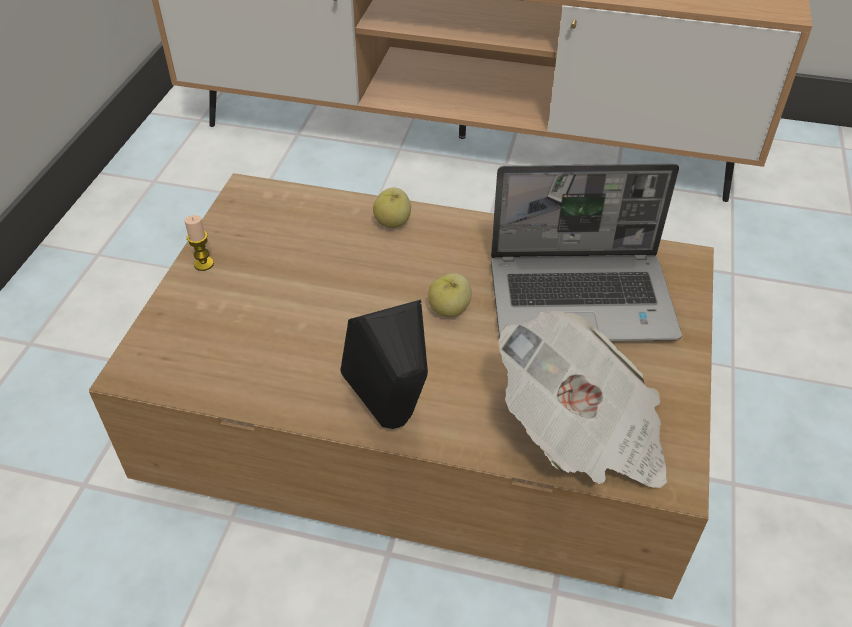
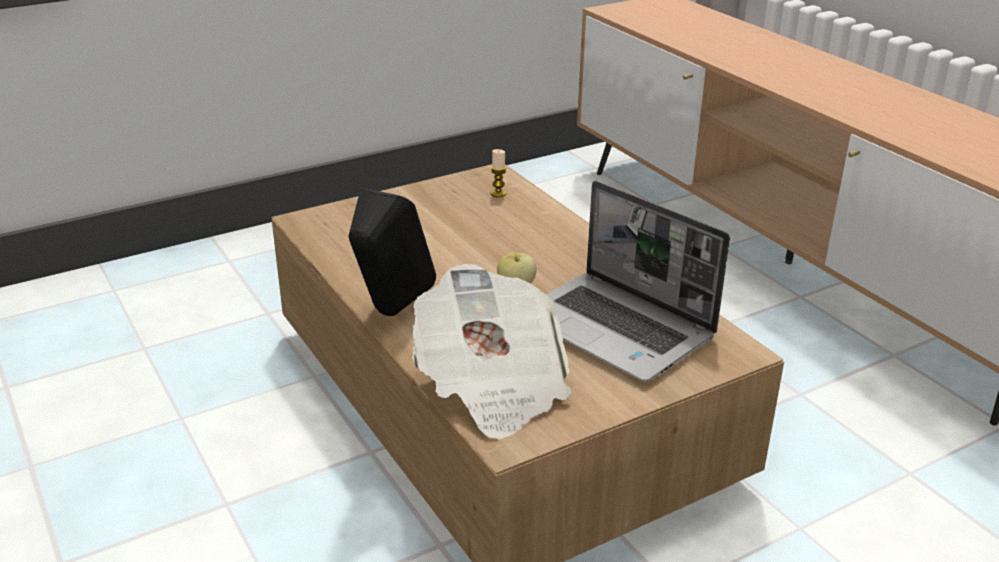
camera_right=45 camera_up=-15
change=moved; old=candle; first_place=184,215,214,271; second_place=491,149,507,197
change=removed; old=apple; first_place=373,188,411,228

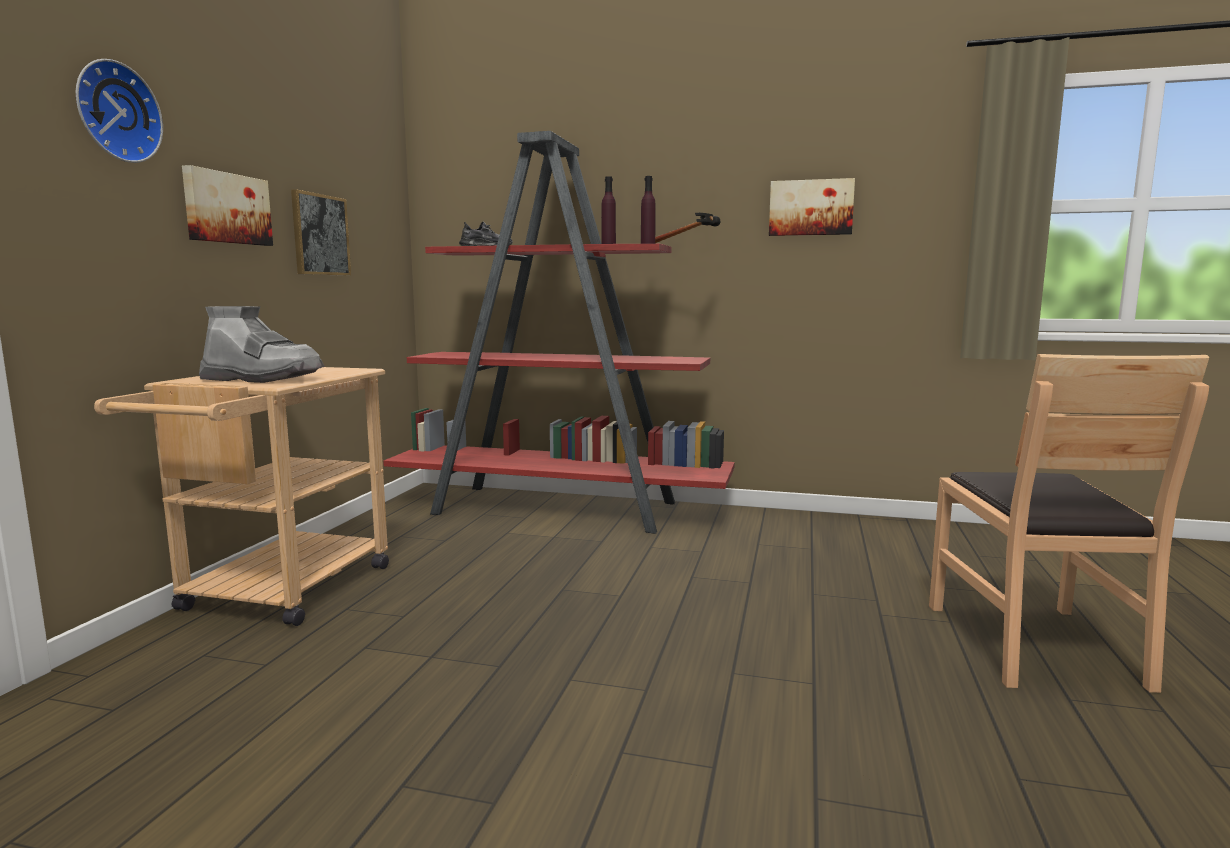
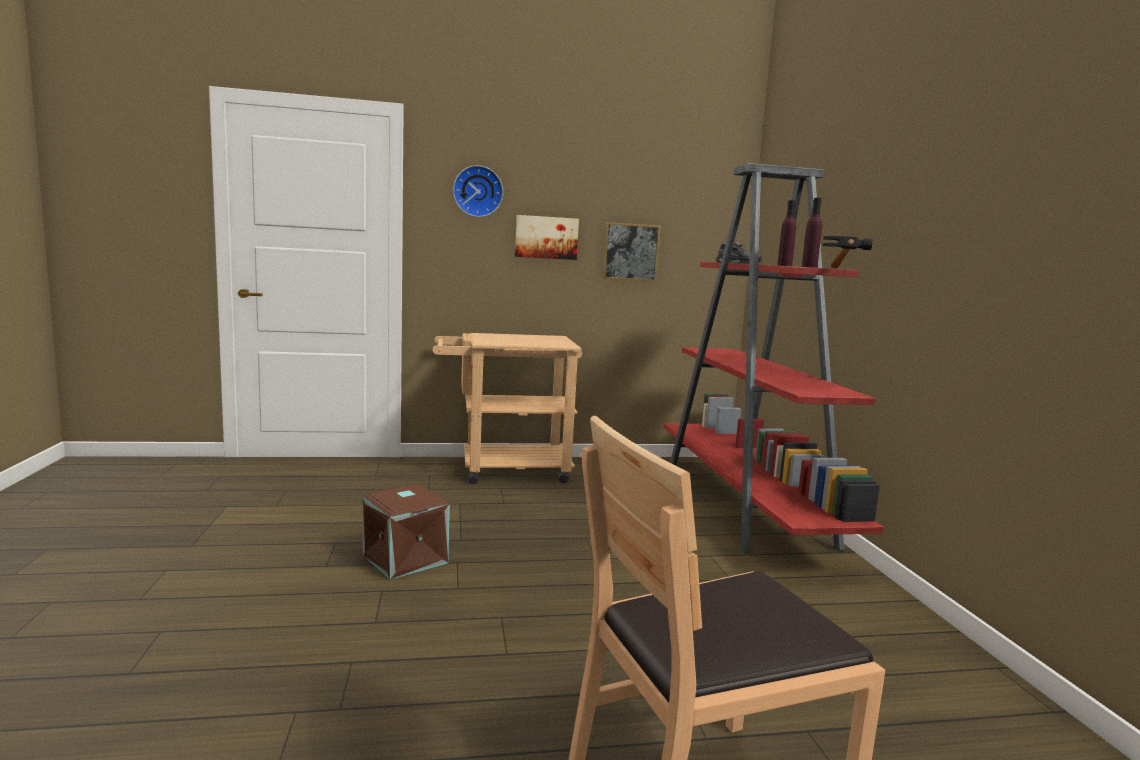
camera_right=65 camera_up=0
change=added; new=brown storage container; second_place=363,484,450,580
change=removed; old=gray boot; first_place=199,306,325,383
change=removed; old=wall art; first_place=769,178,855,236

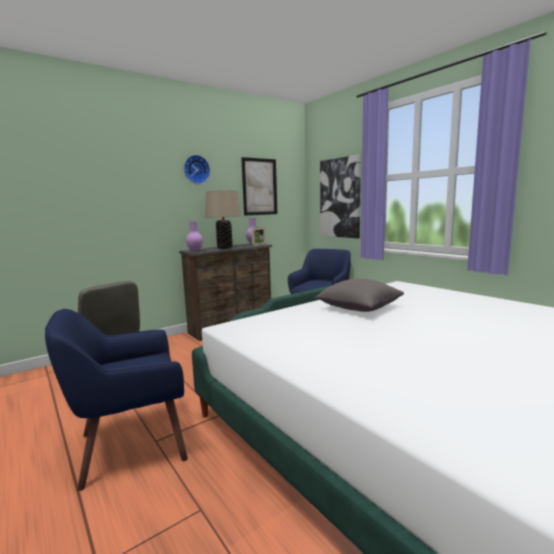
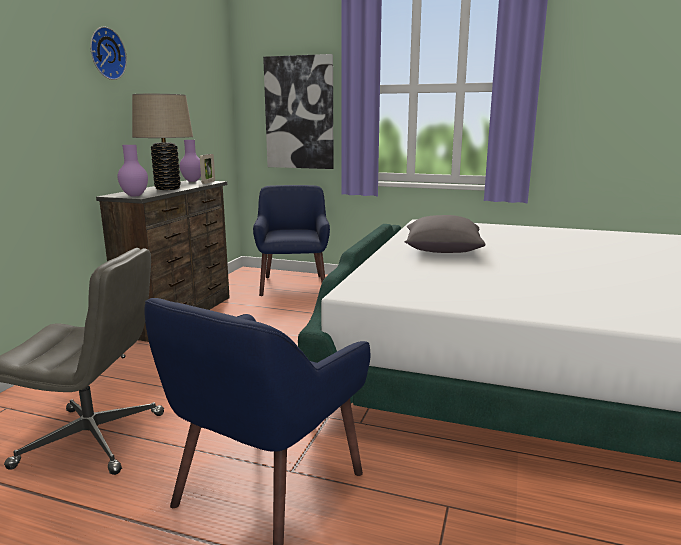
camera_right=-35 camera_up=5
change=removed; old=wall art; first_place=241,157,277,216

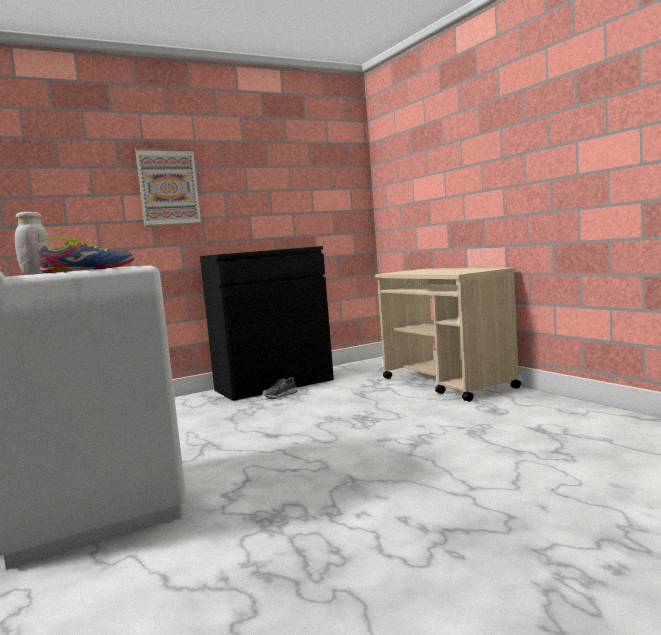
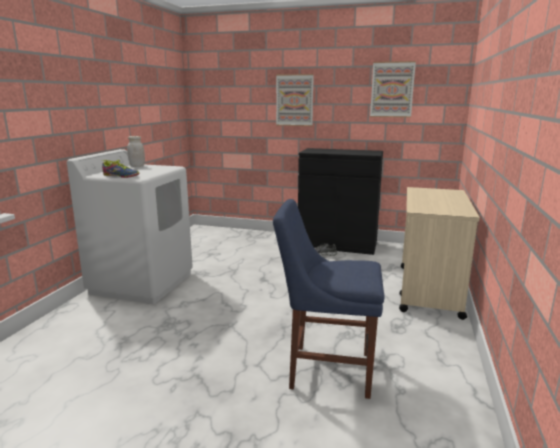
camera_right=45 camera_up=10
change=added; new=blue plain chair; second_place=273,199,384,399
change=added; new=wall art; second_place=370,61,416,118

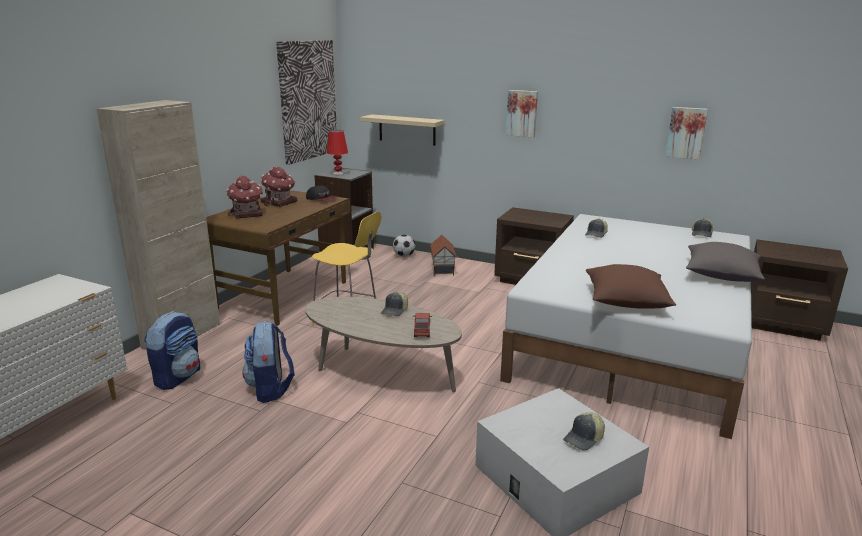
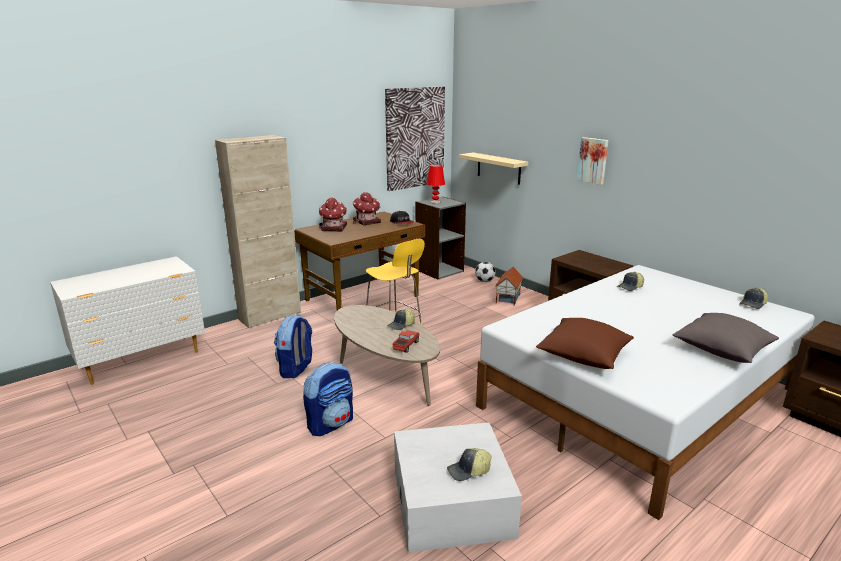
camera_right=25 camera_up=0
change=moved; old=backpack; first_place=144,311,200,390; second_place=303,362,353,436
change=removed; old=wall art; first_place=665,107,708,159

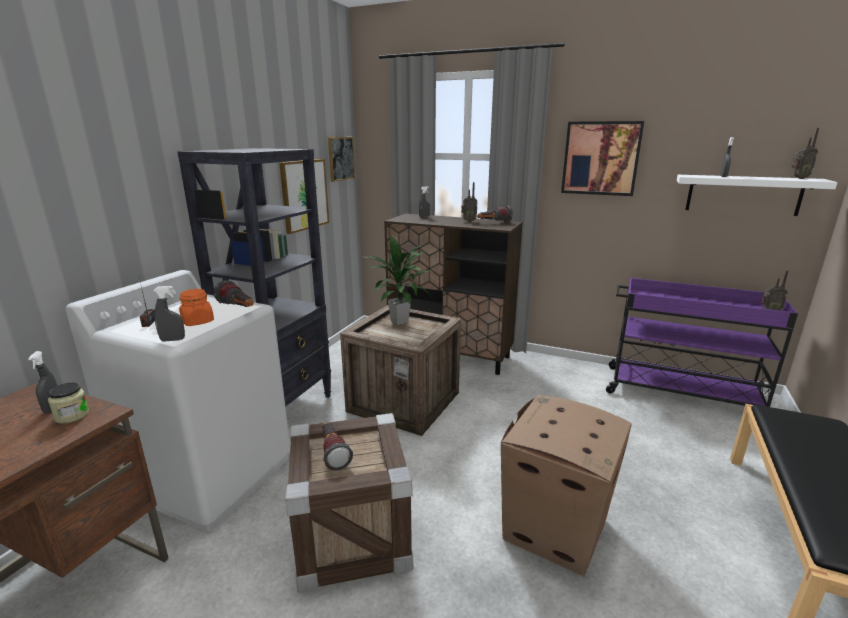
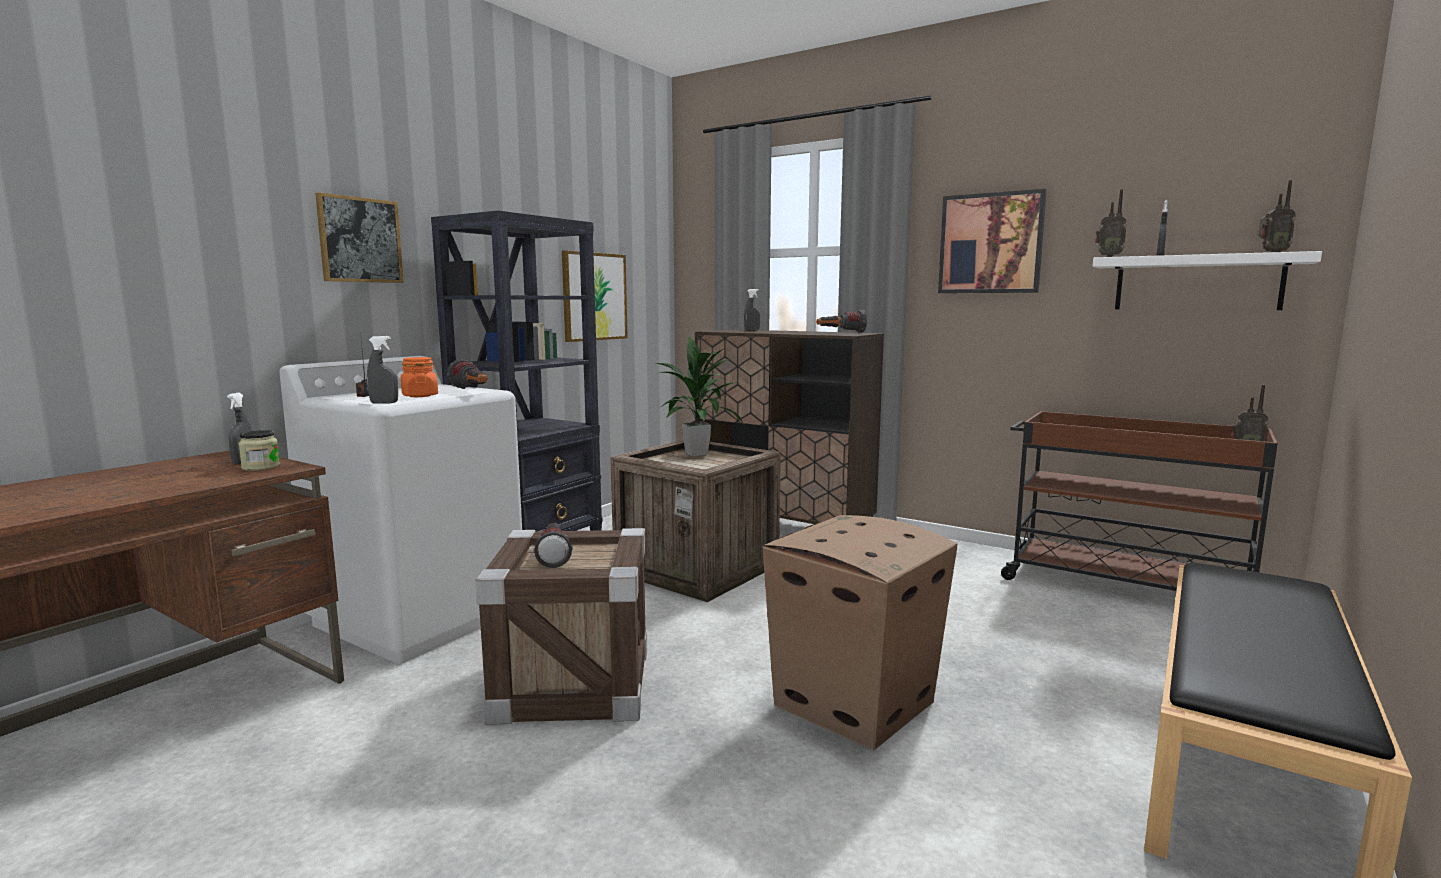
camera_right=10 camera_up=-10
change=moved; old=wall art; first_place=328,137,355,182; second_place=315,192,404,283
change=recoloured; old=purple cart; new=brown cart; first_place=606,278,798,407; second_place=1001,411,1277,591
change=moved; old=radio; first_place=461,182,478,222; second_place=1095,189,1127,257

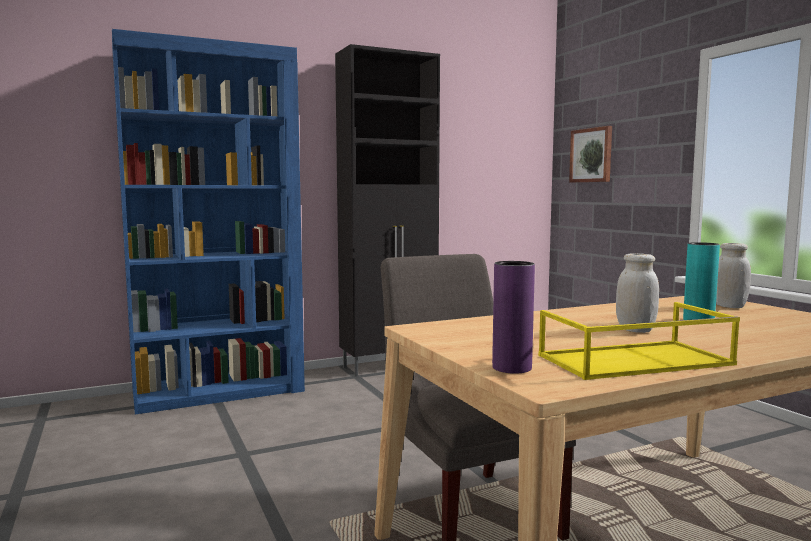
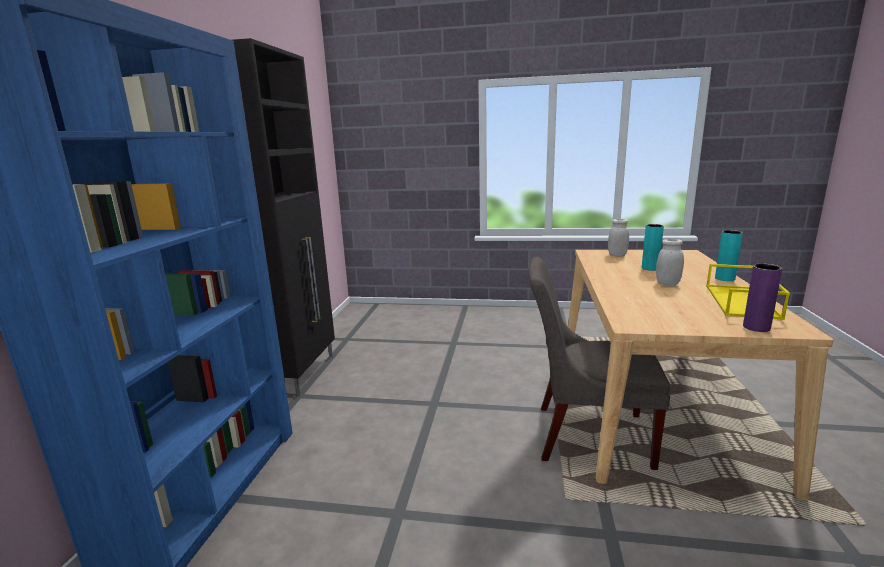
camera_right=-55 camera_up=10
change=added; new=turquoise-coloured decorative vase; second_place=715,230,743,281
change=removed; old=wall art; first_place=569,126,612,183

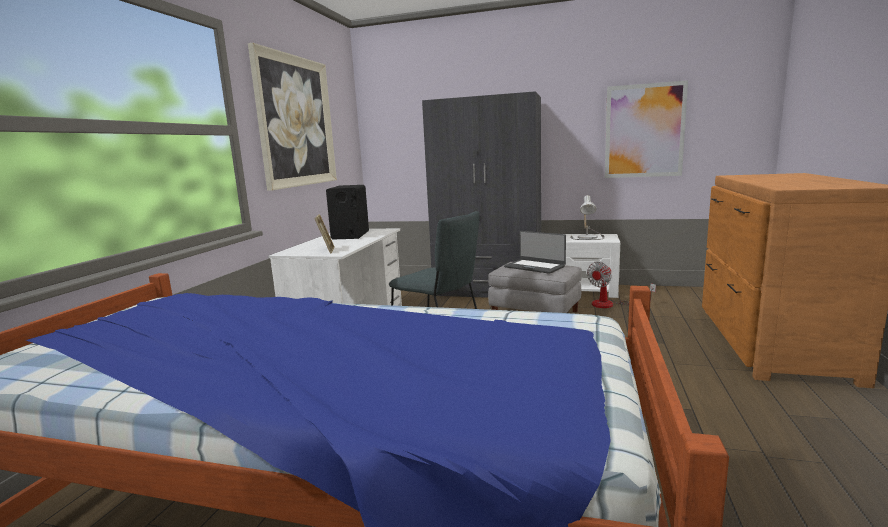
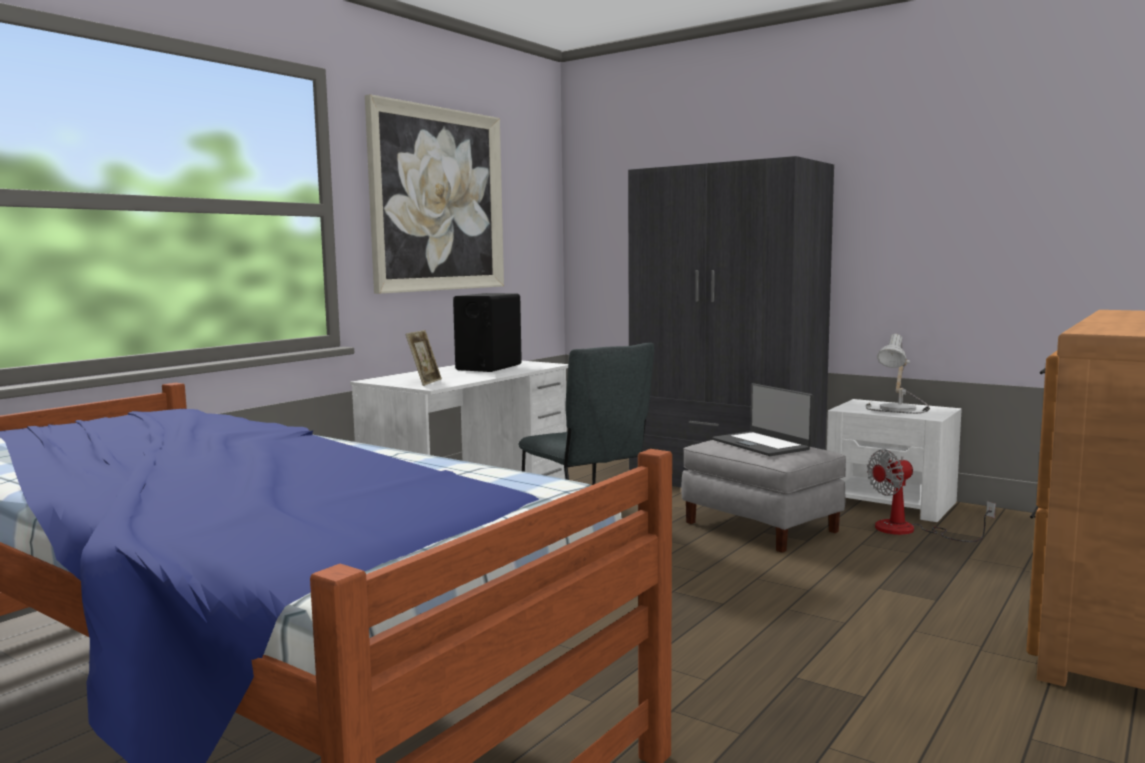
camera_right=20 camera_up=-5
change=removed; old=wall art; first_place=605,80,688,178

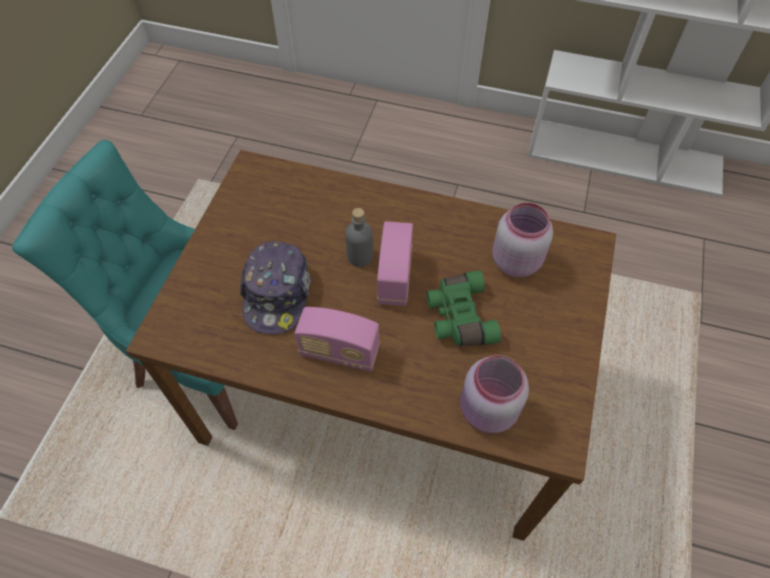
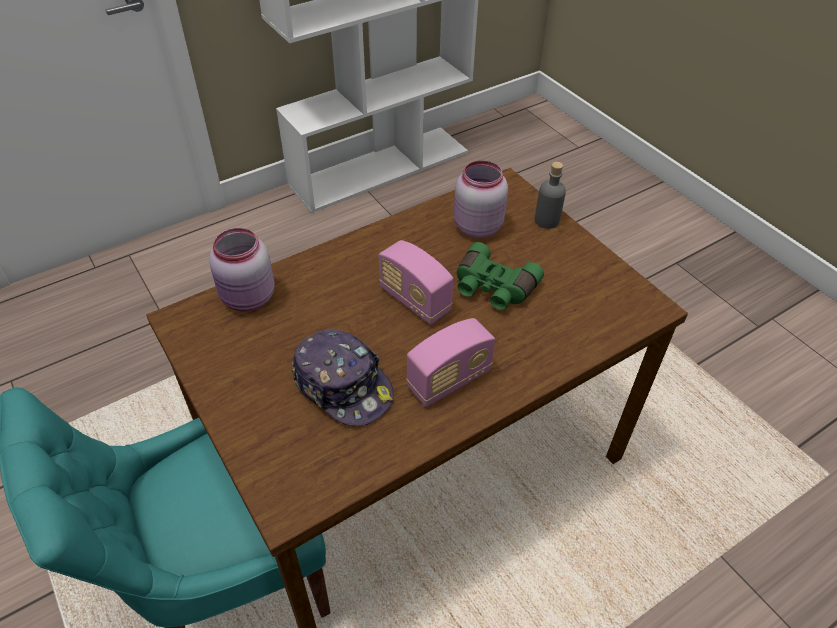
camera_right=-50 camera_up=-10
change=moved; old=pinkish jar; first_place=460,355,529,433; second_place=209,228,275,312
change=moved; old=gray bottle; first_place=345,208,373,267; second_place=535,162,566,229

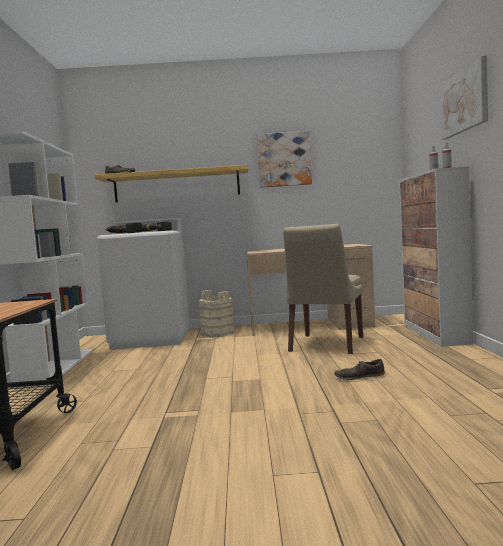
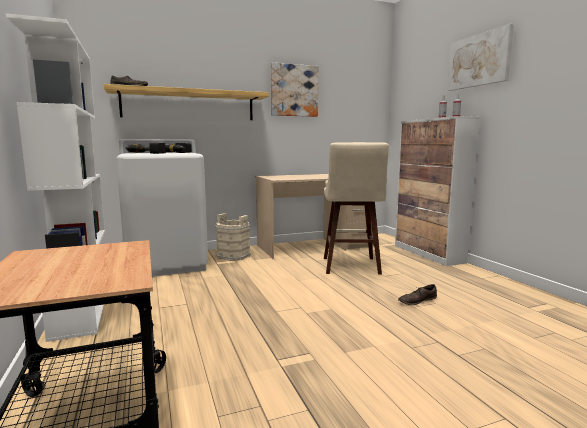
camera_right=-20 camera_up=5
change=replaced; old=sand-coloured plain chair; new=sand-coloured stool; first_place=283,224,363,354; second_place=324,142,389,275

